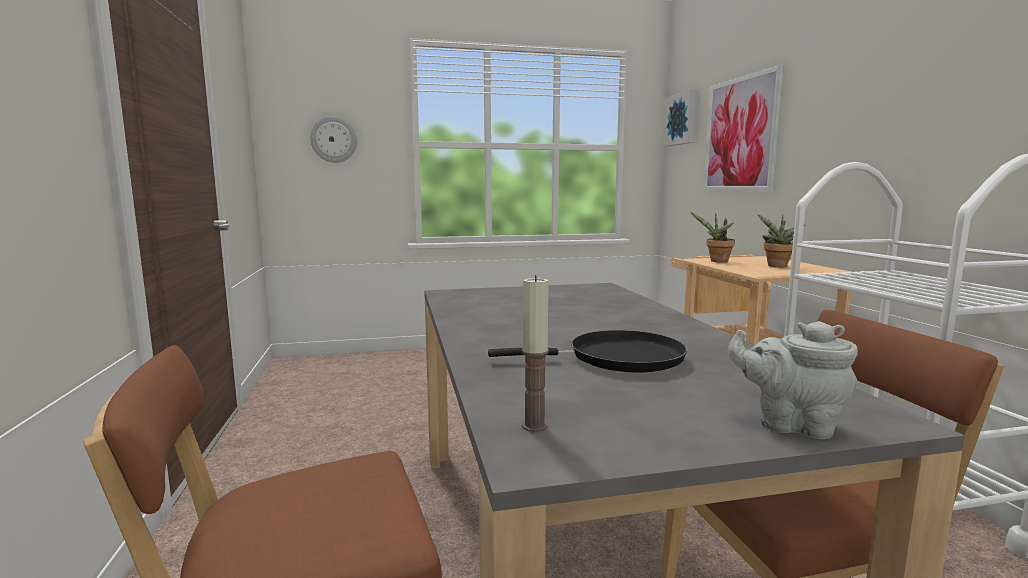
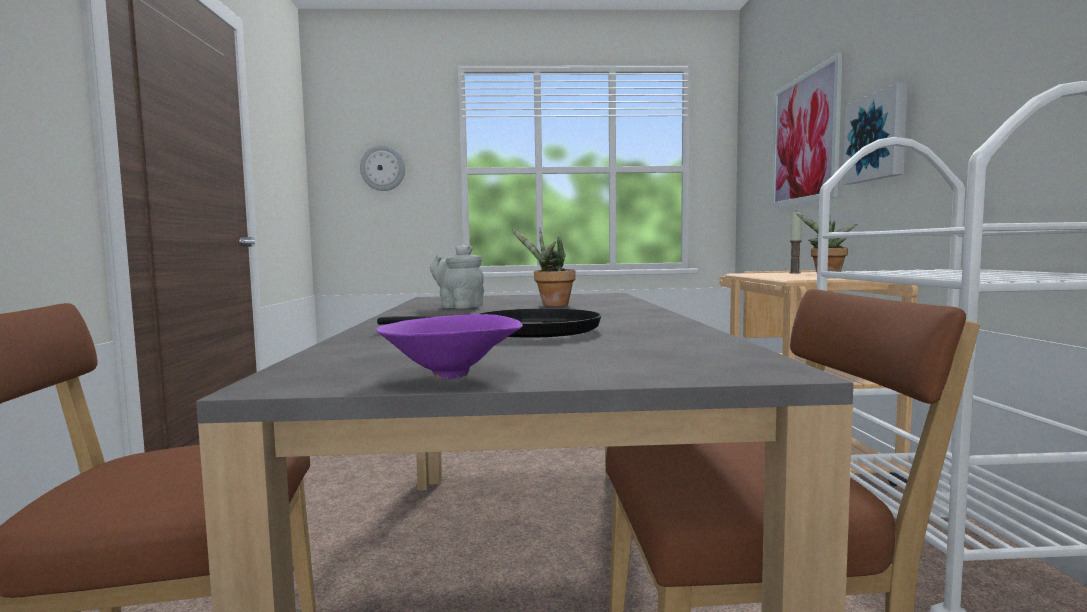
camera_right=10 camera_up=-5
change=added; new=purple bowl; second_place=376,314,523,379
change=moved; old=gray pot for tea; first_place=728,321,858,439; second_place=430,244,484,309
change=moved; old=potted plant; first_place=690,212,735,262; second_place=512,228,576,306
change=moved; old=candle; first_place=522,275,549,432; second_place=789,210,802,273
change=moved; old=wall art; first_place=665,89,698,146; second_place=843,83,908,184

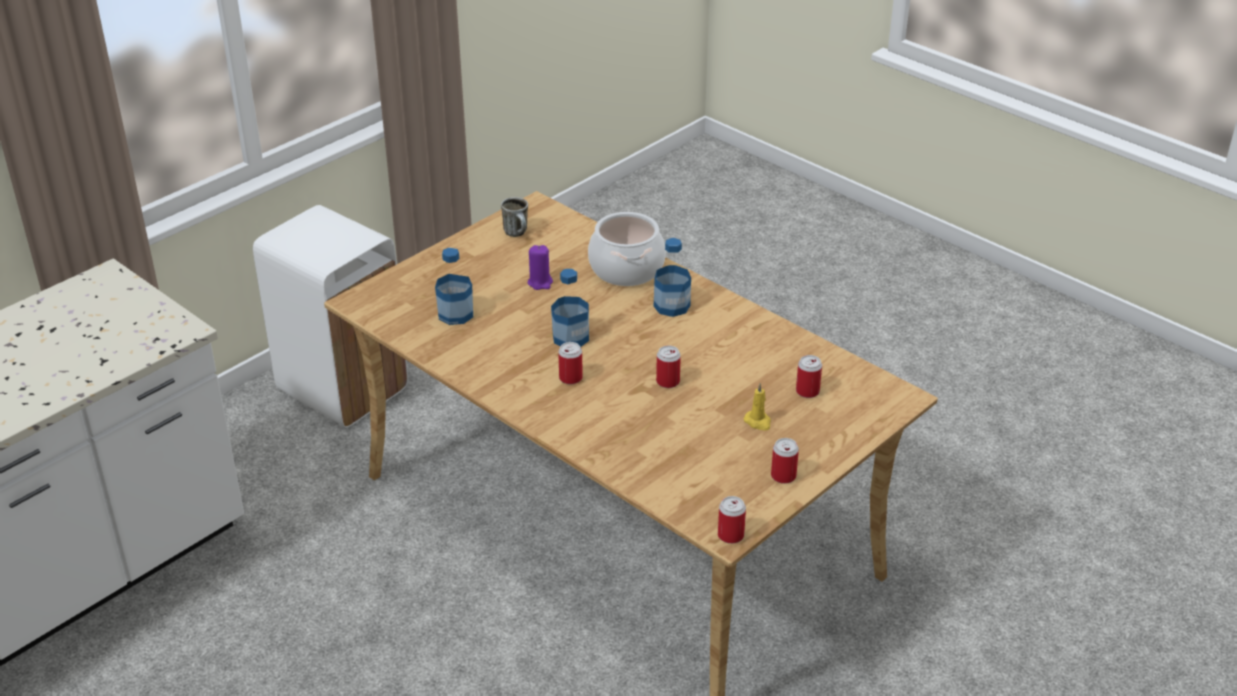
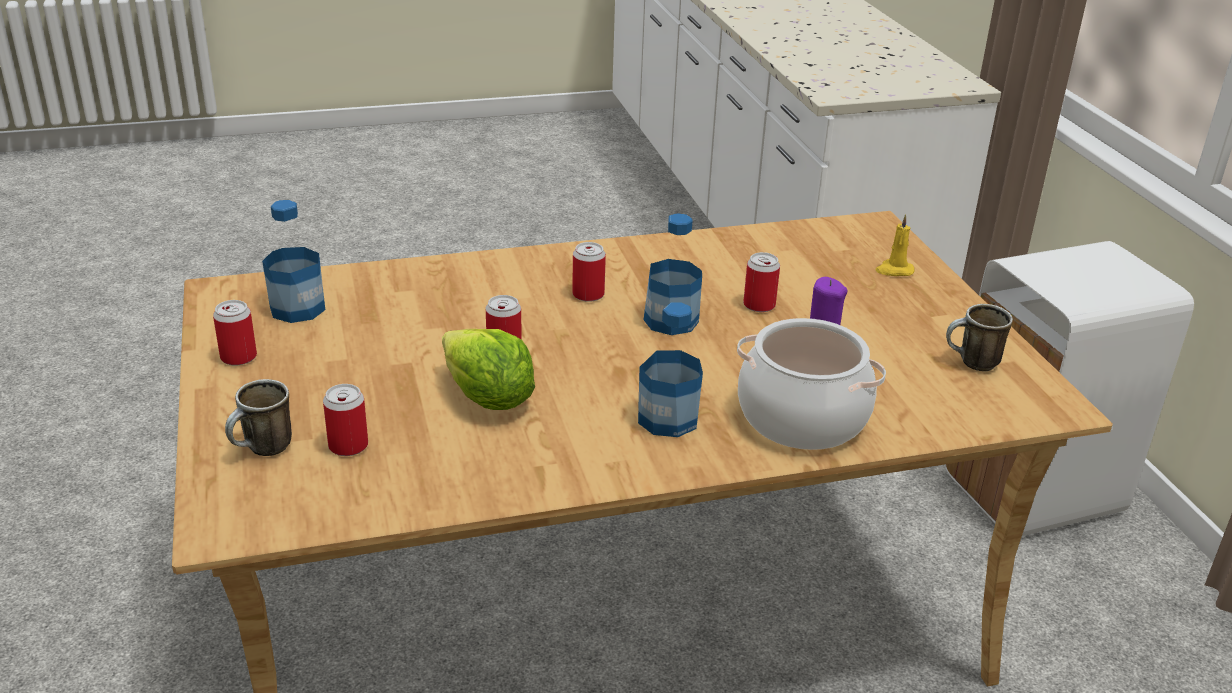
camera_right=120 camera_up=-5
change=added; new=tea mug; second_place=225,379,292,456
change=moved; old=bottle; first_place=435,248,473,325; second_place=262,200,325,323
change=added; new=head of lettuce; second_place=442,329,535,410
change=moved; old=sealed can; first_place=718,496,746,544; second_place=743,252,780,312
change=moved; old=yellow candle; first_place=744,383,771,431; second_place=876,214,915,276

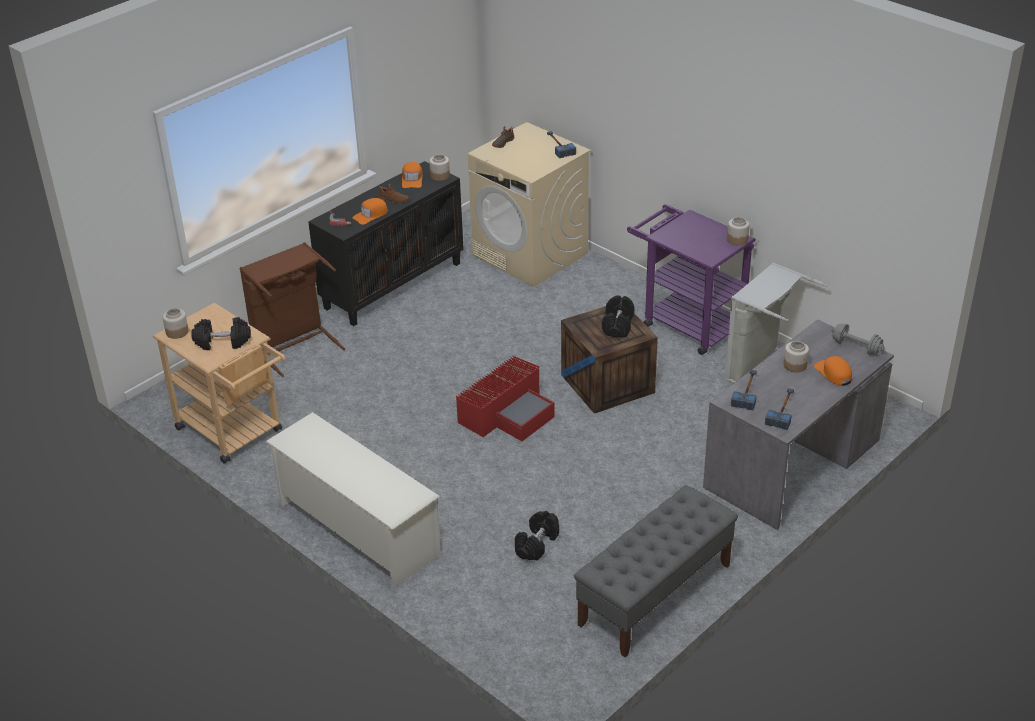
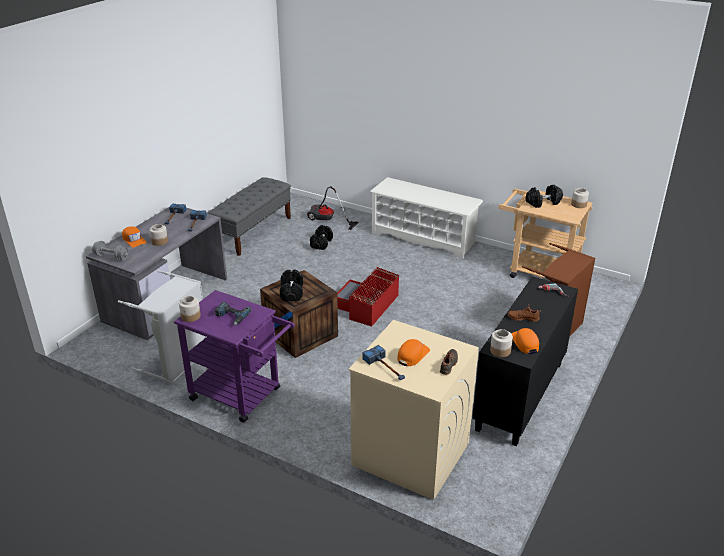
camera_right=165 camera_up=-5
change=added; new=power drill; second_place=215,302,251,325
change=added; new=vacuum; second_place=307,186,358,230
change=moved; old=orange baseball cap; first_place=352,198,388,224; second_place=397,339,430,366

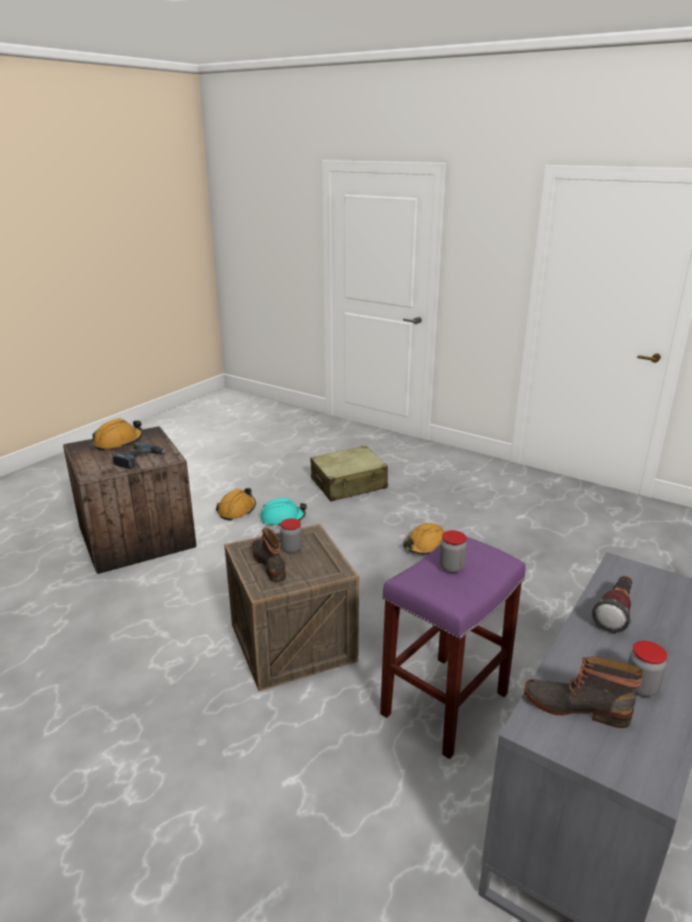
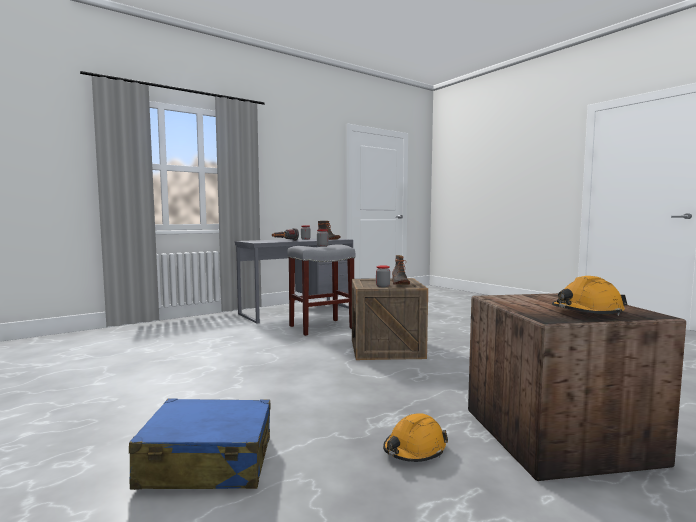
camera_right=-160 camera_up=-20
change=recoloured; old=sand-coloured suitcase; new=blue suitcase; first_place=310,445,388,502; second_place=129,398,270,490
change=recoloured; old=purple stool; new=gray stool; first_place=380,537,526,759; second_place=287,244,355,336
change=removed; old=power drill; first_place=112,442,167,469
change=removed; old=turquoise-coloured work helmet; first_place=260,498,307,526
change=removed; old=orange work helmet; first_place=403,523,444,555

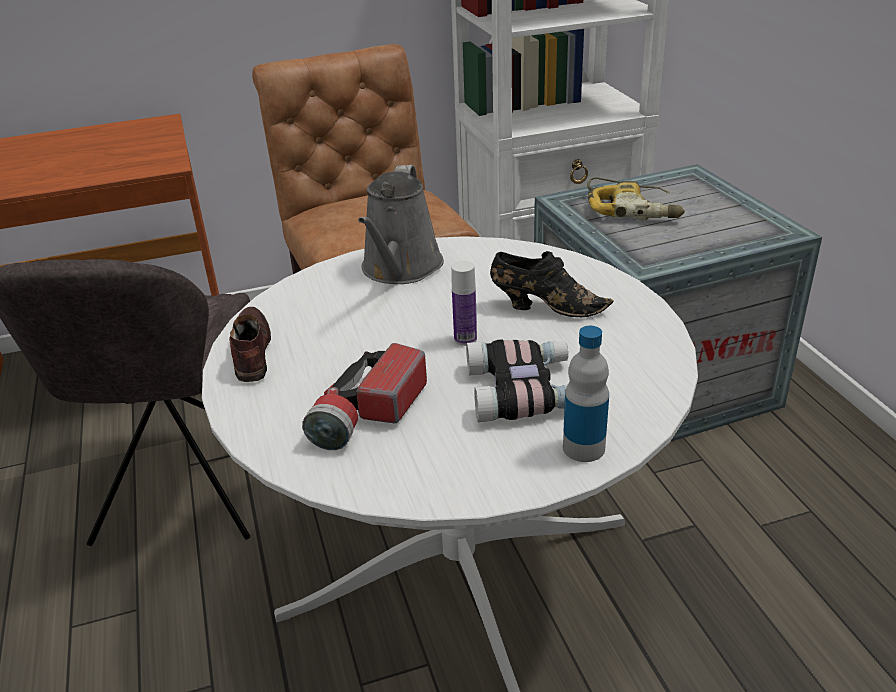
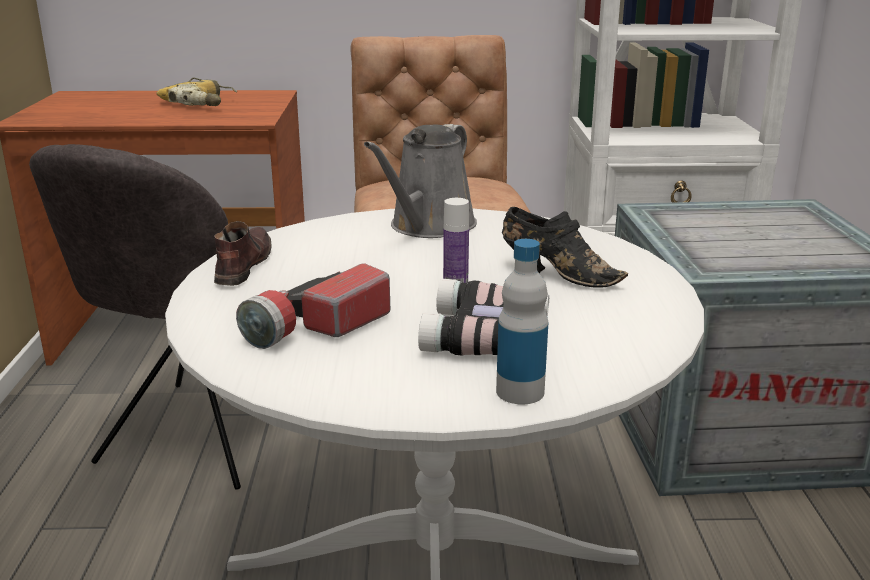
camera_right=15 camera_up=-10
change=moved; old=power drill; first_place=587,177,685,220; second_place=157,77,237,106

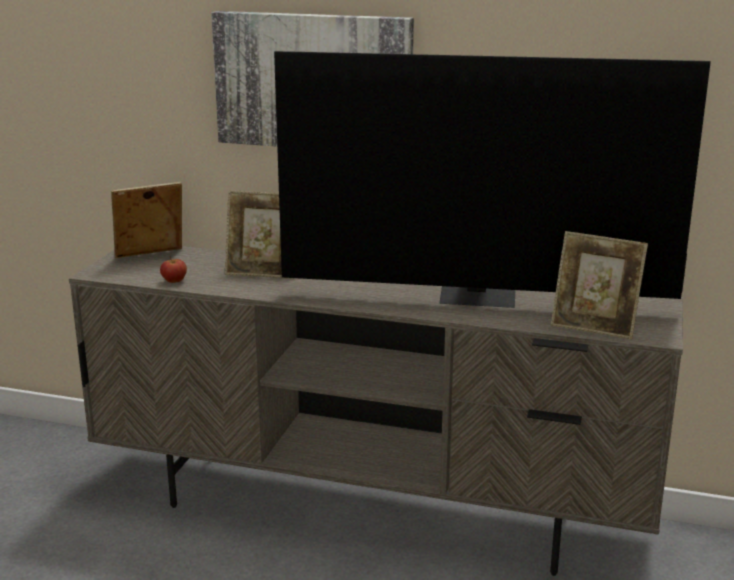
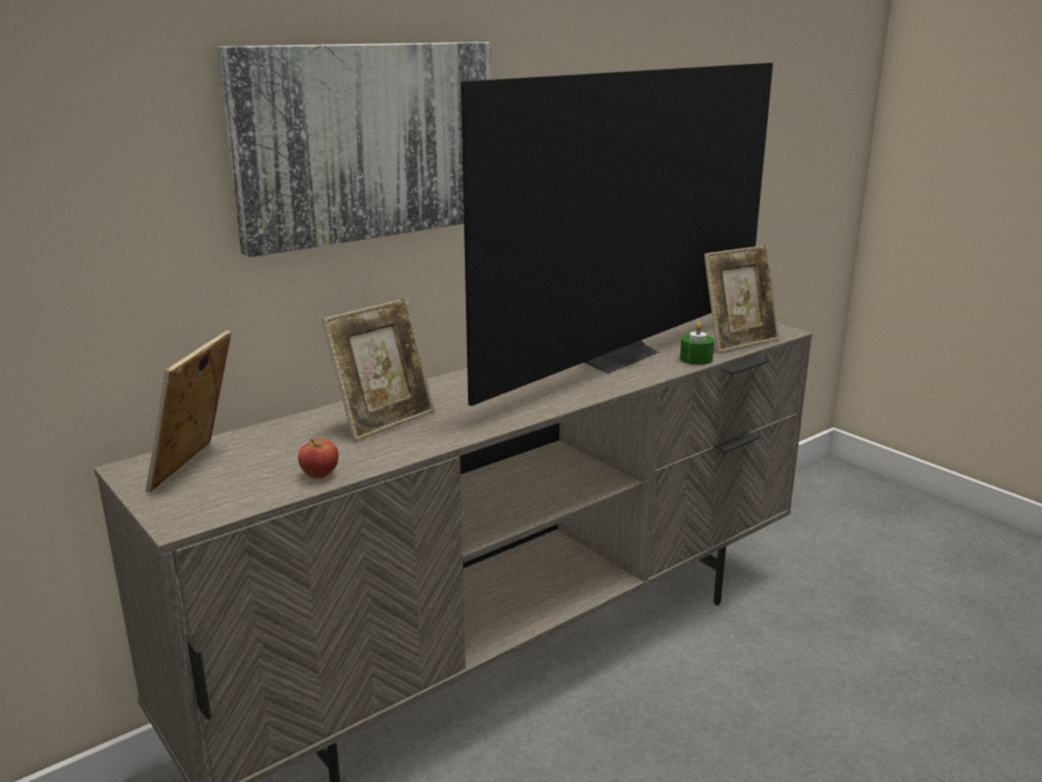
camera_right=-55 camera_up=0
change=added; new=green-coloured candle; second_place=680,322,714,365

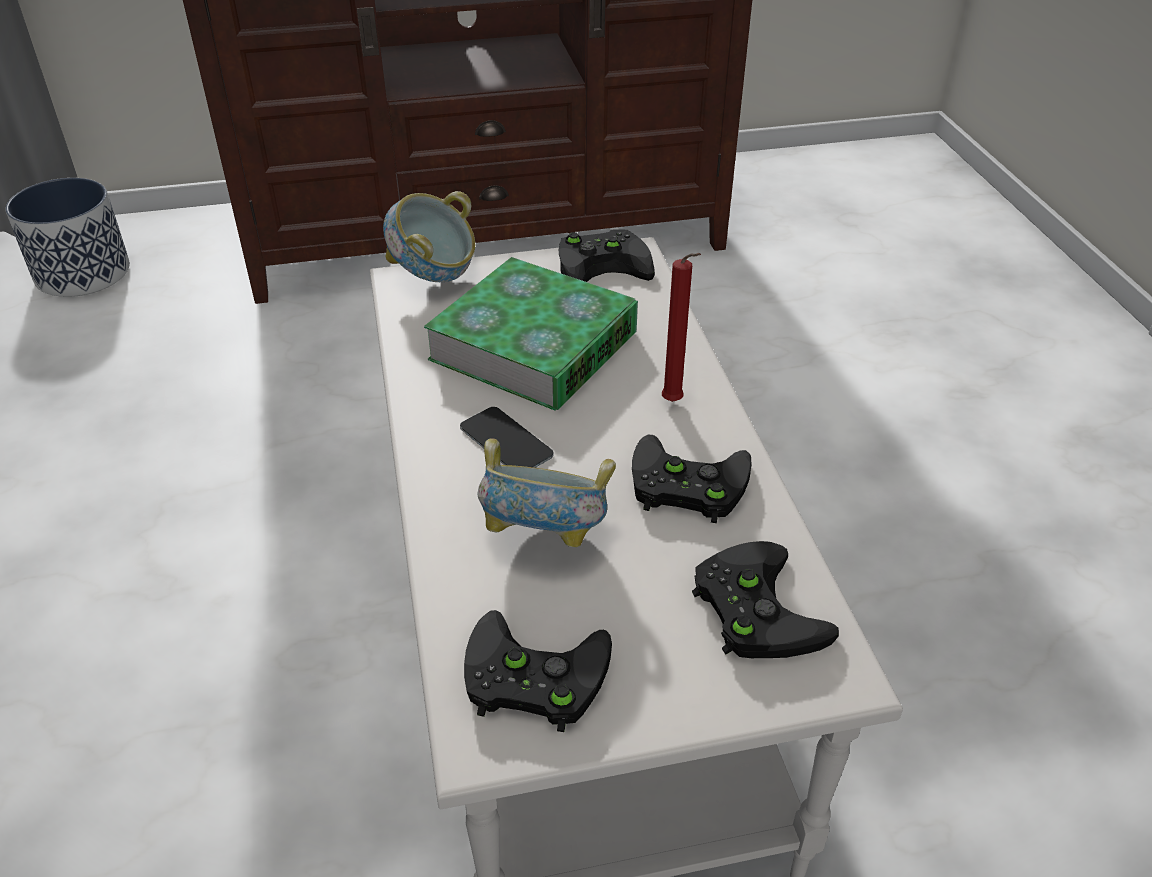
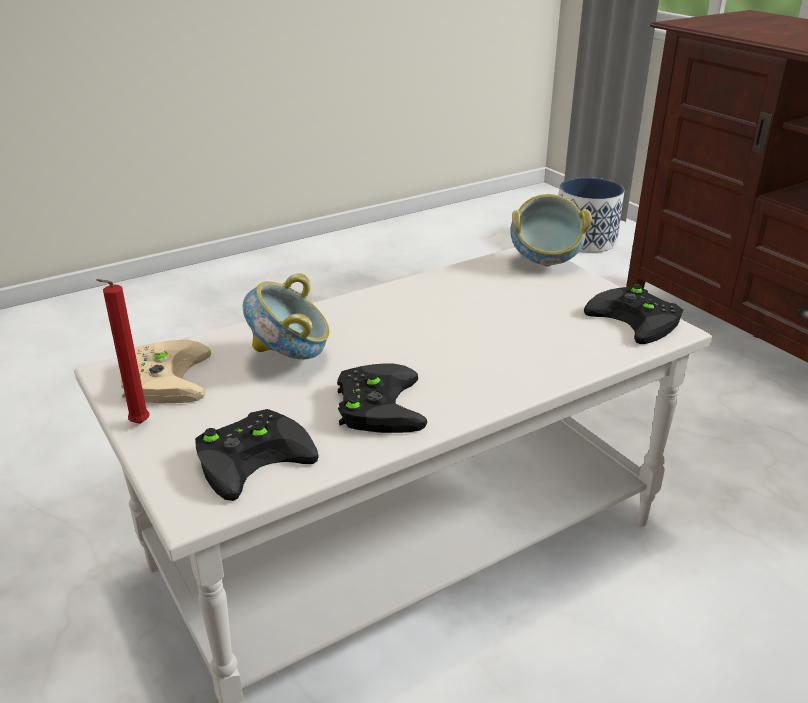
camera_right=70 camera_up=-10
change=moved; old=red-coloured candle; first_place=662,253,701,402; second_place=96,279,150,424
change=recoloured; old=black-coloured game controller; new=sand-coloured game controller; first_place=464,610,612,732; second_place=120,340,211,404
change=removed; old=book; first_place=424,257,638,411
change=removed; old=telephone; first_place=460,407,554,468

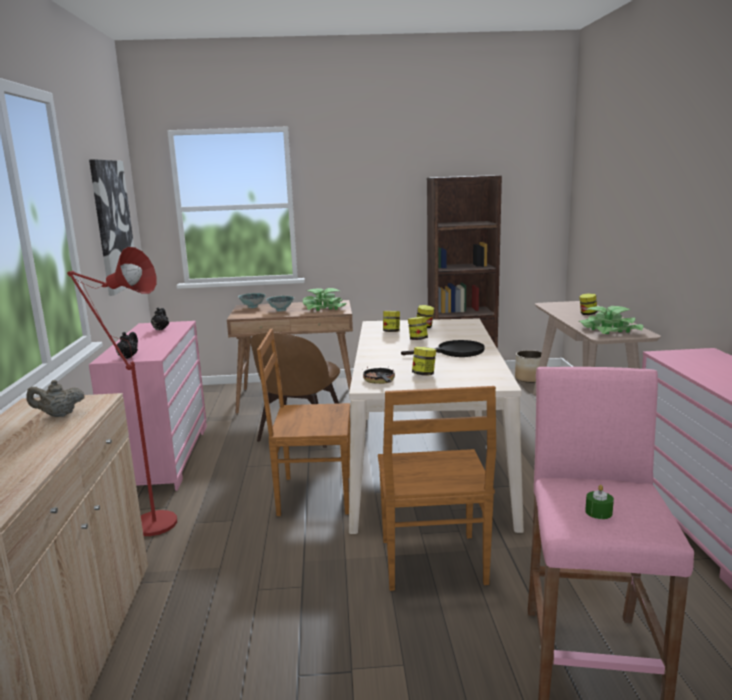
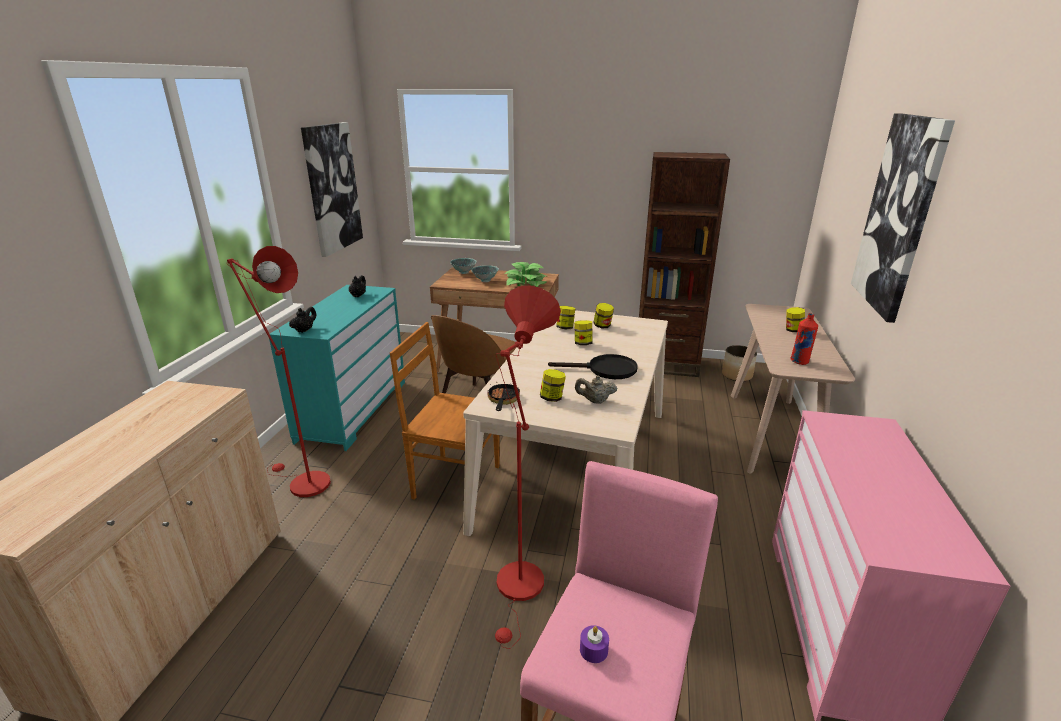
camera_right=15 camera_up=10
change=recoloured; old=pinkish drawer chest; new=turquoise-coloured drawer chest; first_place=89,321,207,491; second_place=269,285,405,451
change=replaced; old=brown plain chair; new=red-coloured floor lamp; first_place=378,386,496,591; second_place=495,285,561,649
change=moved; old=sand-coloured pot for tea; first_place=26,380,84,417; second_place=575,375,617,404
change=recoloured; old=green-coloured candle; new=purple candle; first_place=585,485,614,519; second_place=580,625,609,663
change=replaced; old=potted plant; new=red-coloured bottle; first_place=579,306,643,334; second_place=790,313,818,365
change=added; new=wall art; second_place=851,113,955,323

